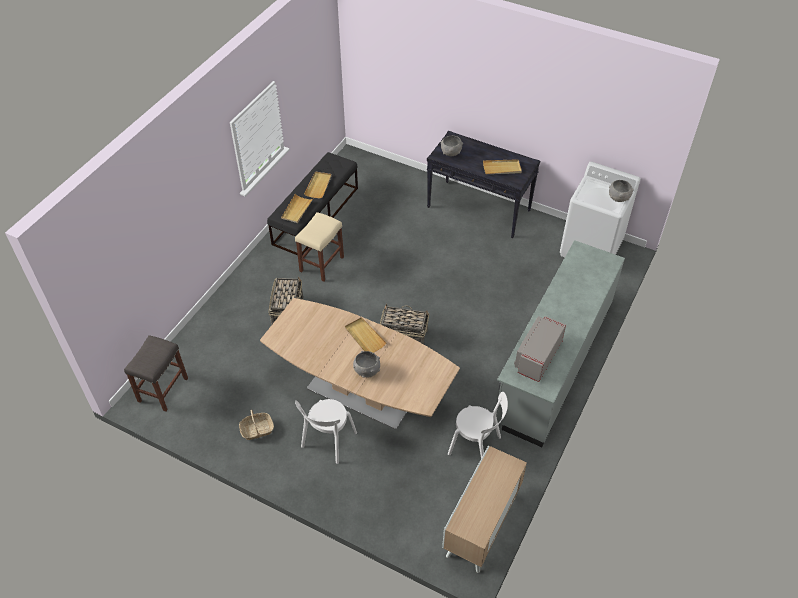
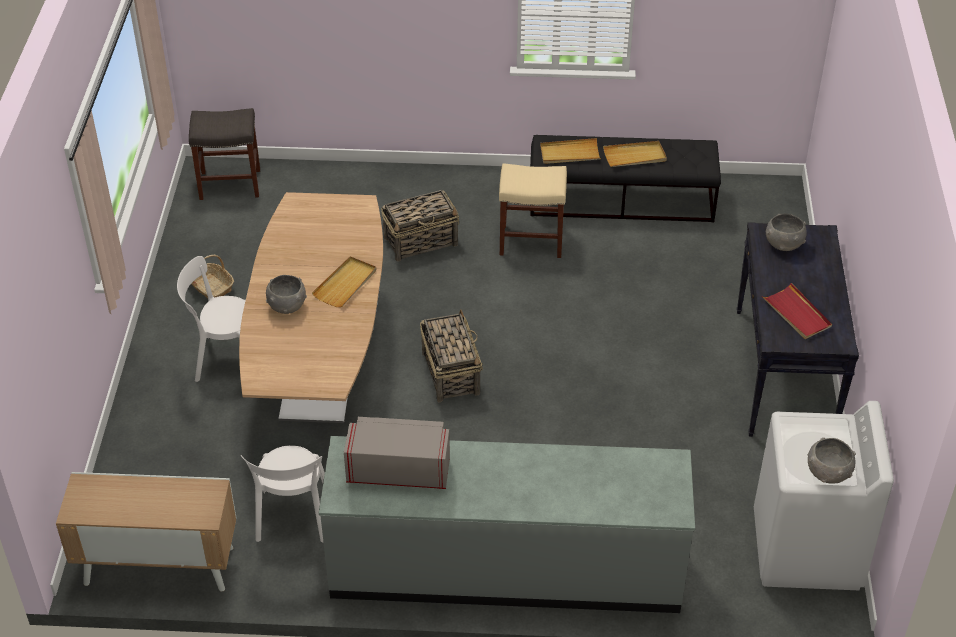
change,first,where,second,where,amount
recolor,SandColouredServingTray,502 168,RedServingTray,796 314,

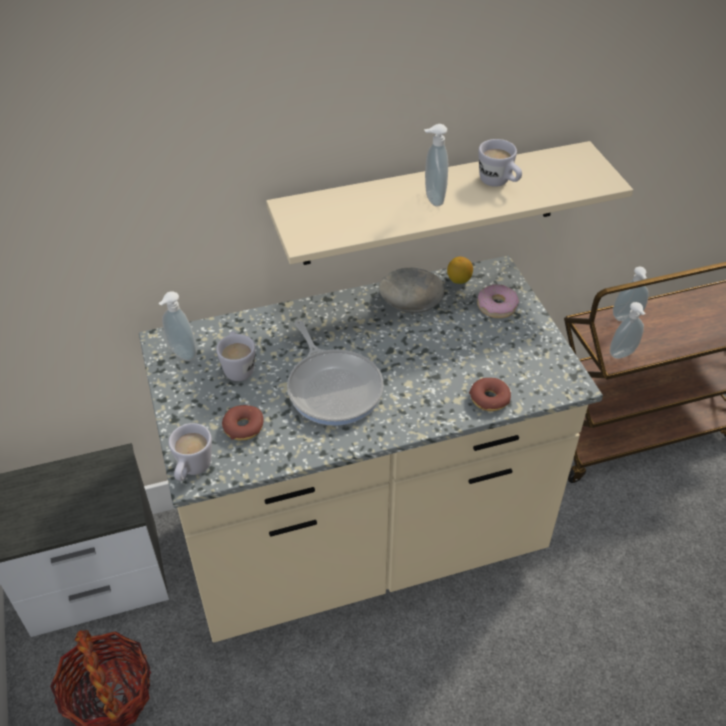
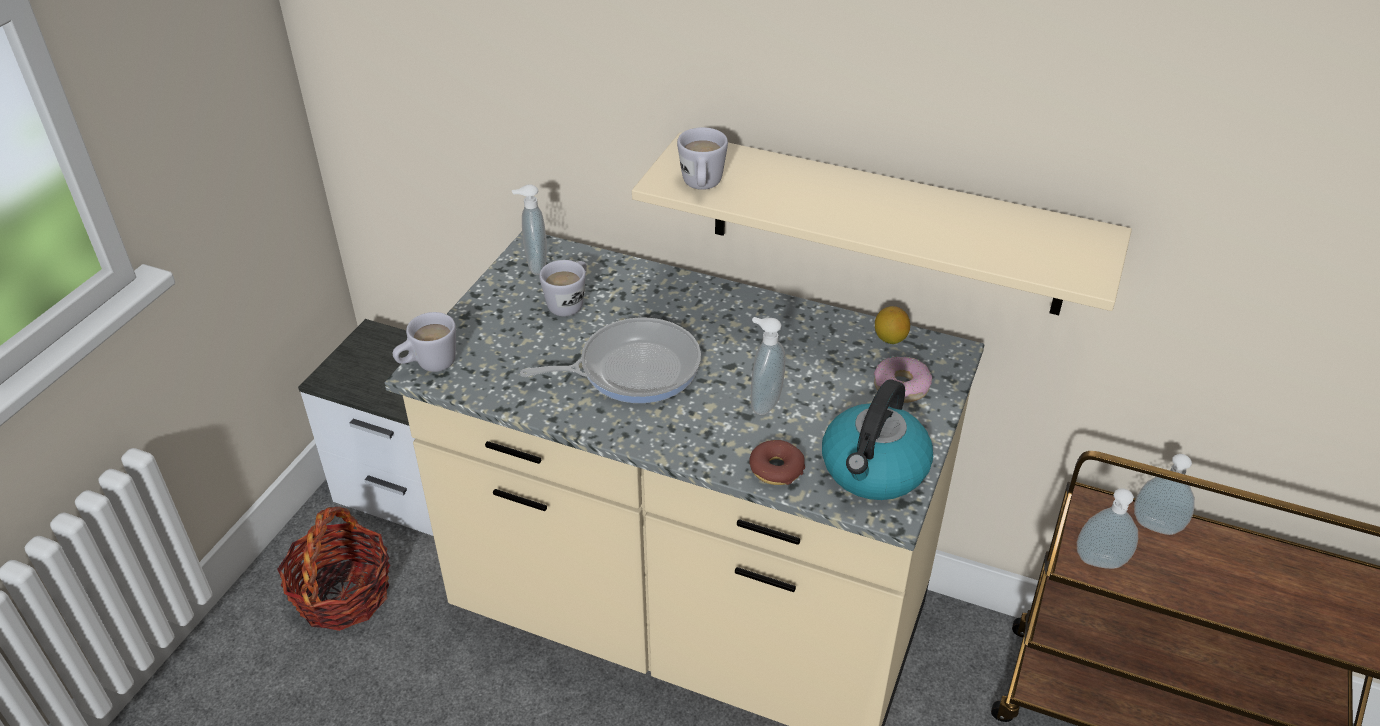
change,first,where,second,where,amount
delete,RingDoughnut,243 427,,,
delete,GreyishServingBowl,411 300,,,
insert,,,WaterKettle,874 470,
move,LiquidSoapBottle,432 199,,763 403,
move,WhiteColouredTeaMug,499 183,,702 187,
rotate,FryingPan,333 387,,632 368,120 degrees counterclockwise

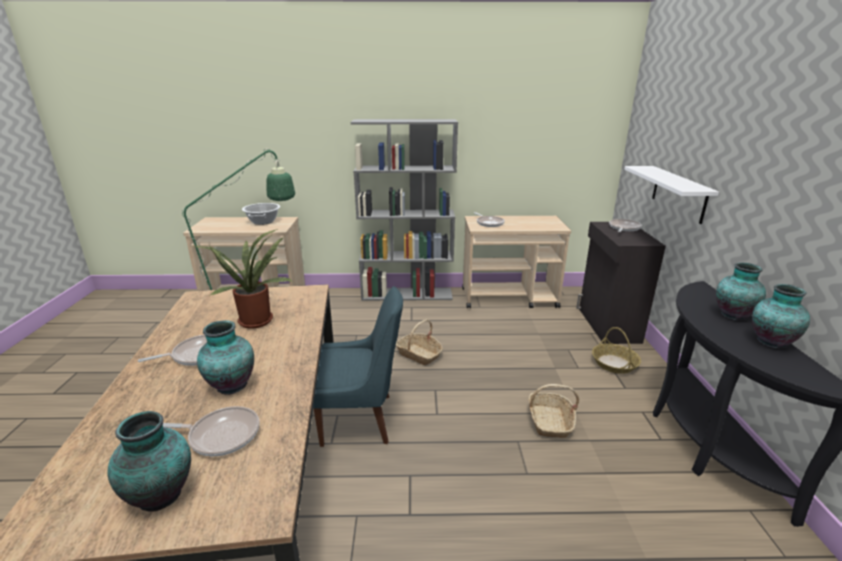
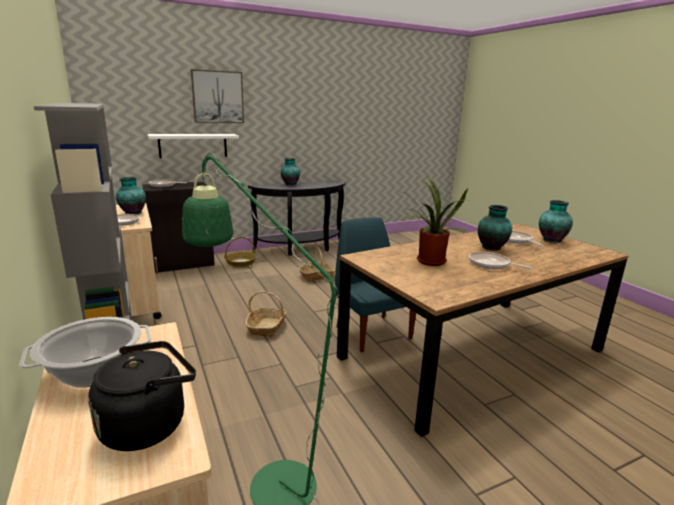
change,first,where,second,where,amount
insert,,,BlackishWaterKettle,148 424,
insert,,,Picture,218 97,
move,DecorativeVase,770 342,,132 213,

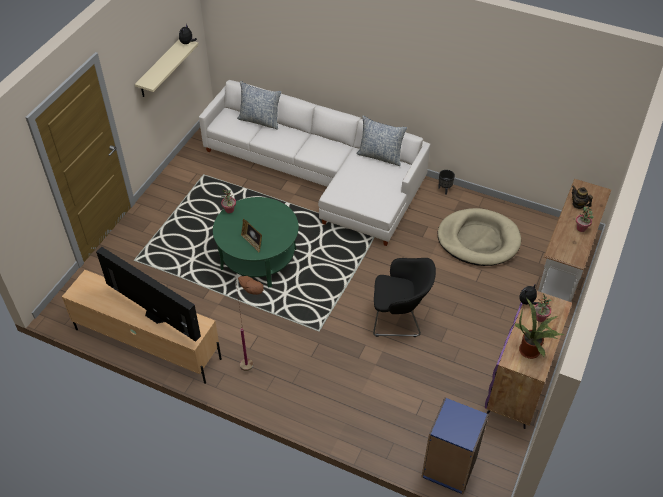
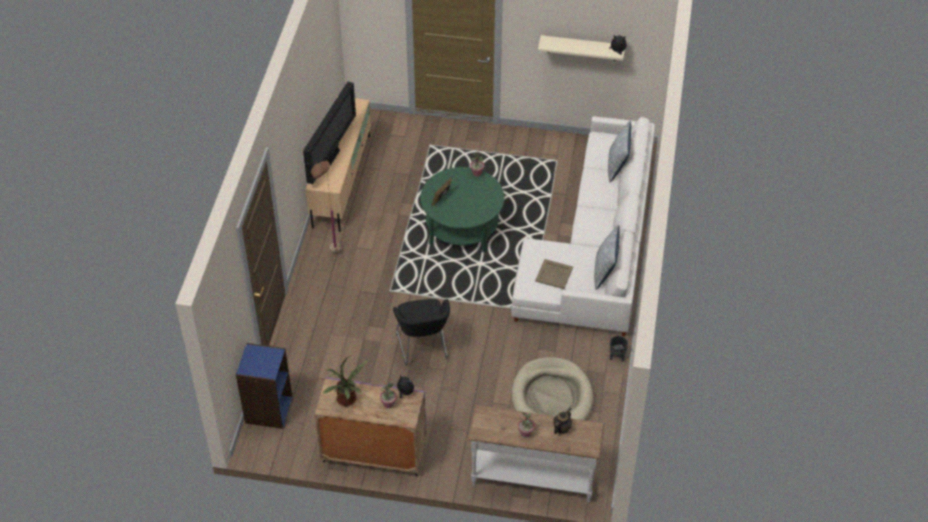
change,first,where,second,where,amount
insert,,,SandColouredServingTray,553 274,

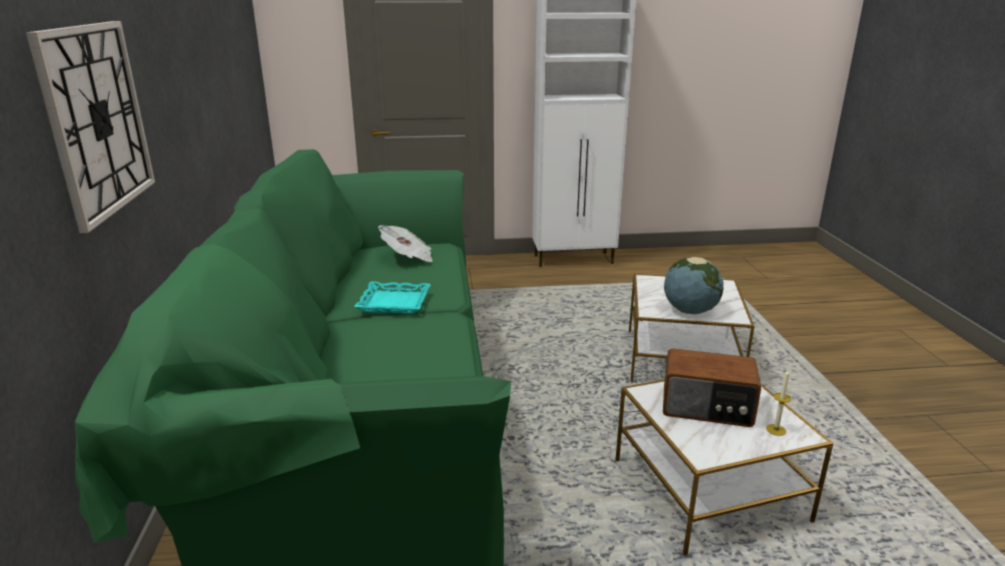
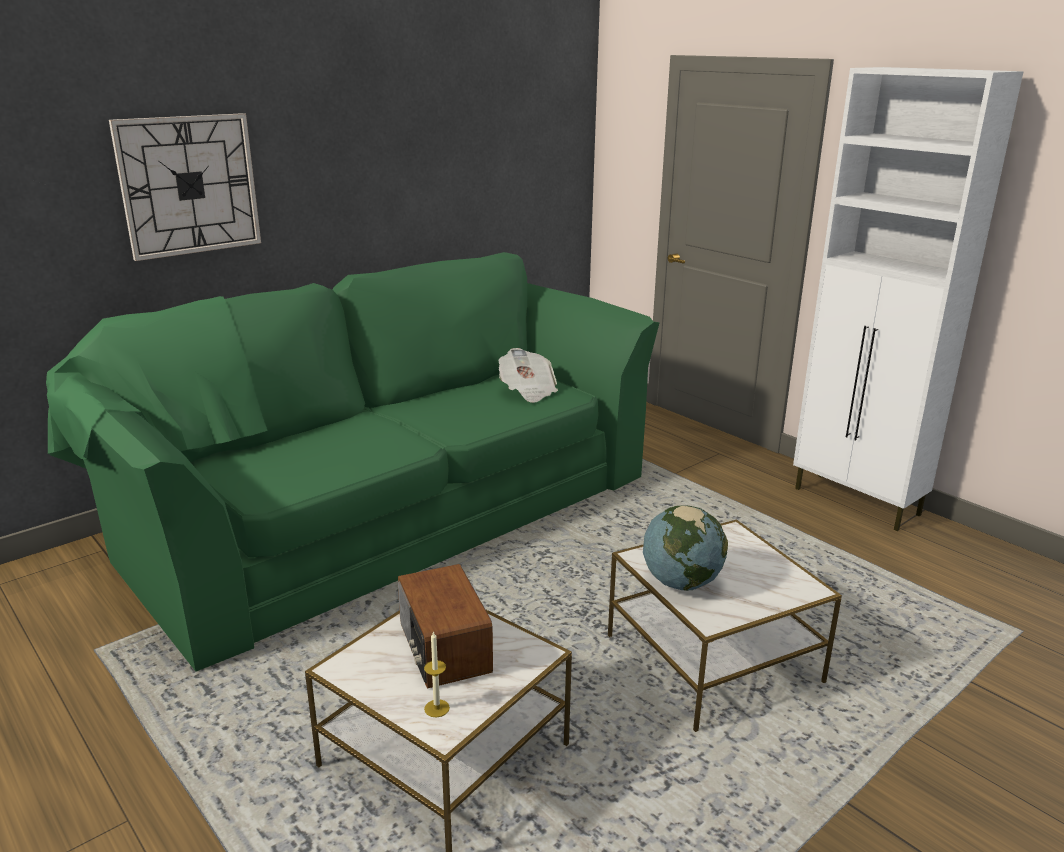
change,first,where,second,where,amount
delete,TurquoiseServingTray,394 303,,,

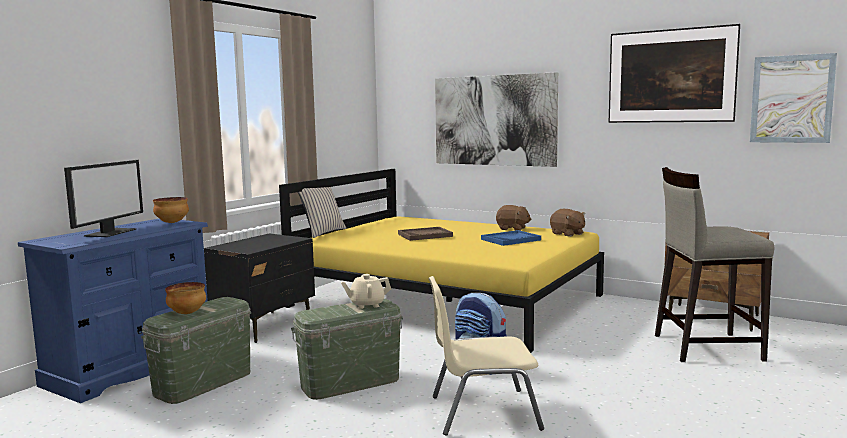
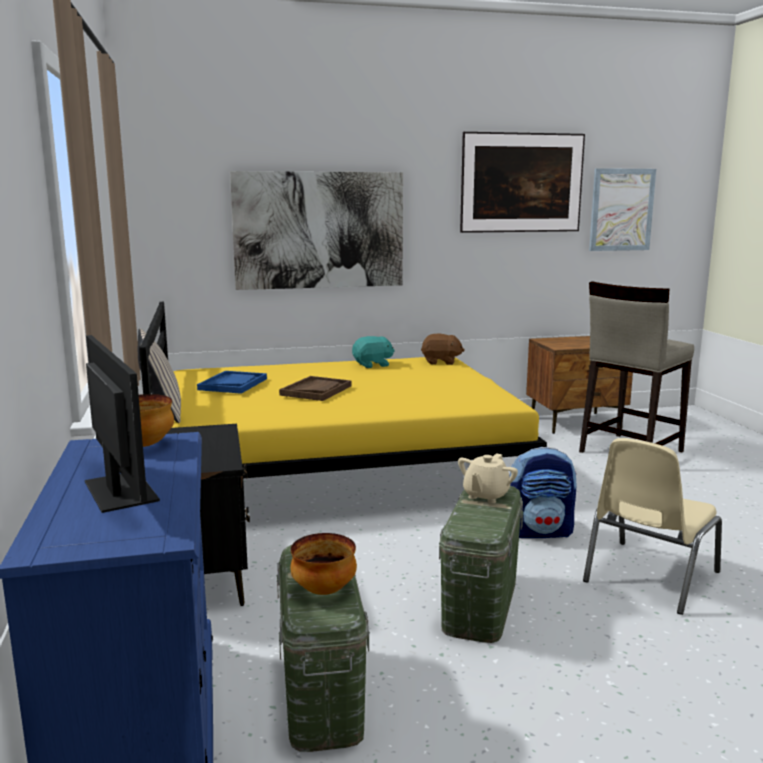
change,first,where,second,where,amount
move,BluishServingTray,510 239,,233 384,
recolor,BrownColouredSoftToy,512 229,TurquoiseSoftToy,373 365,

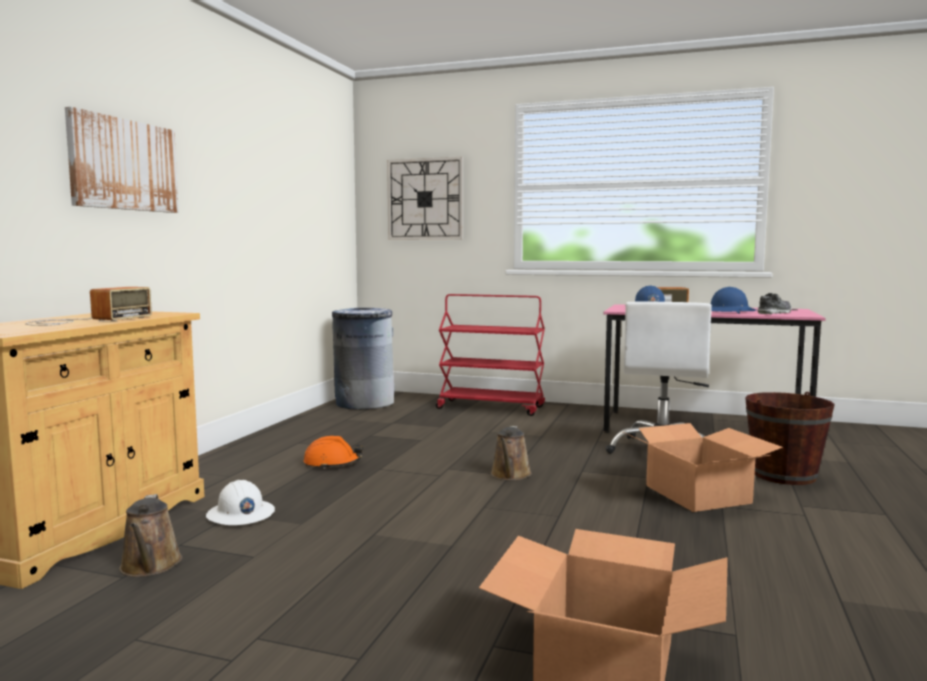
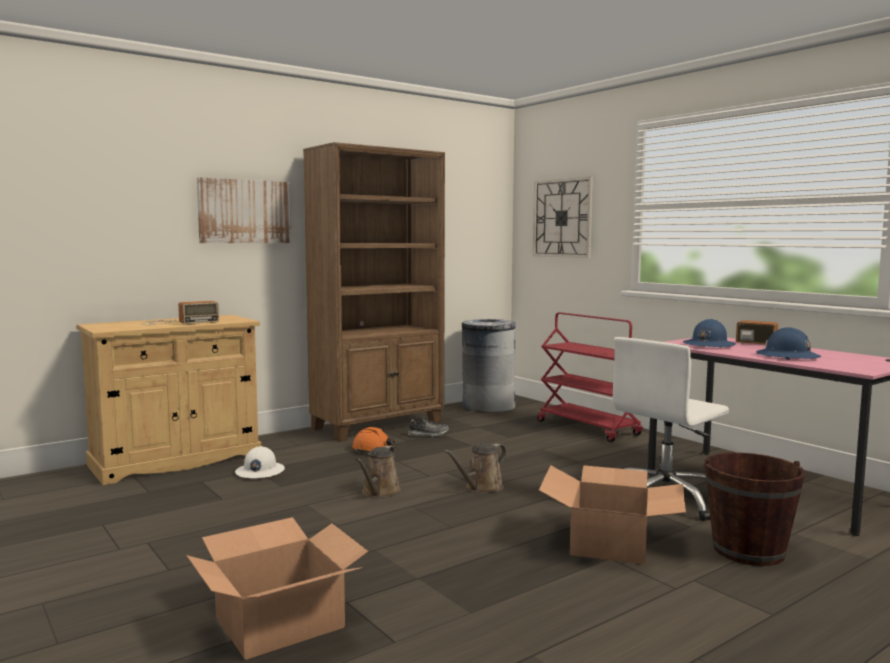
change,first,where,second,where,amount
insert,,,BrownColouredBookcase,378 425,
move,BrownColouredWateringPot,150 566,,379 492,
move,ItemOfFootwear,774 313,,428 434,

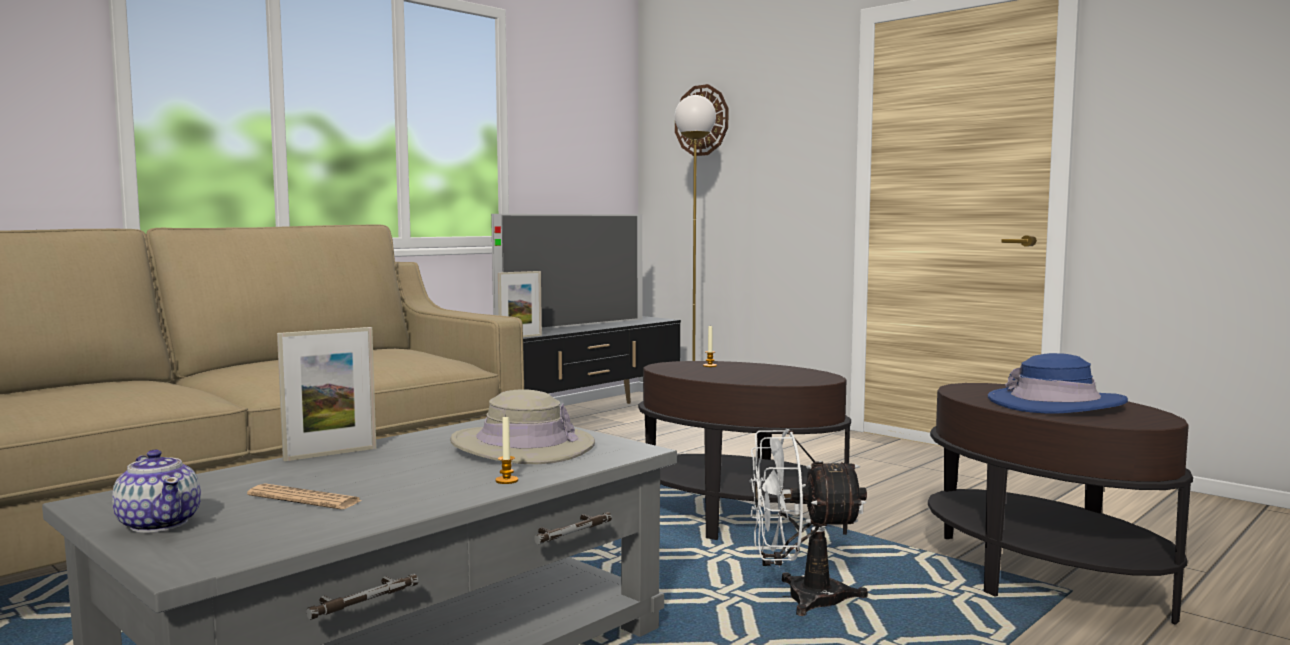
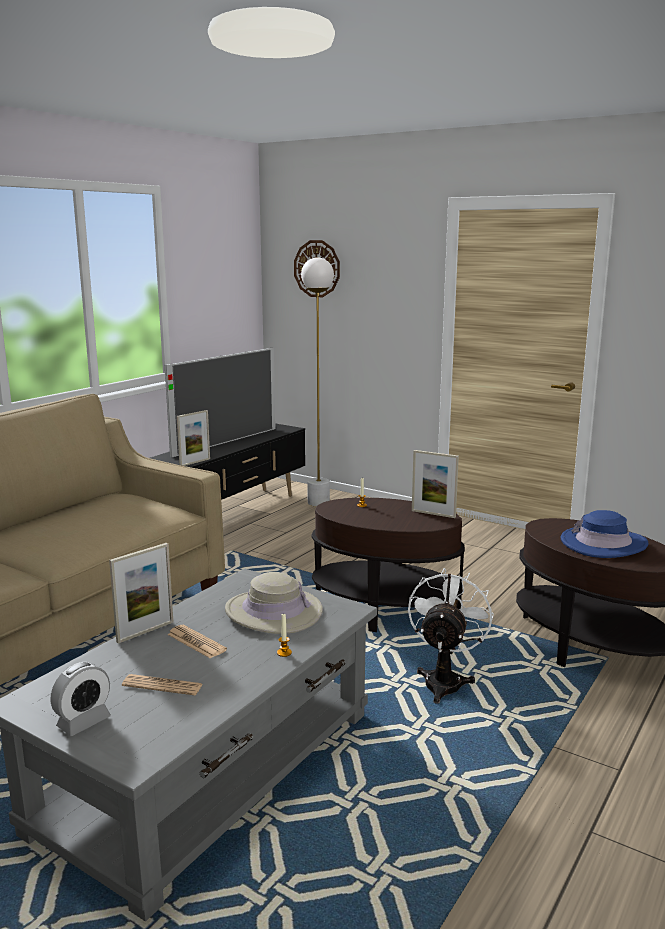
change,first,where,second,where,amount
insert,,,DailyPaper,196 642,
insert,,,PhotoFrame,433 514,
replace,Teapot,159 523,AlarmClock,83 722,
rotate,WhiteColouredFan,799 599,,444 680,120 degrees clockwise

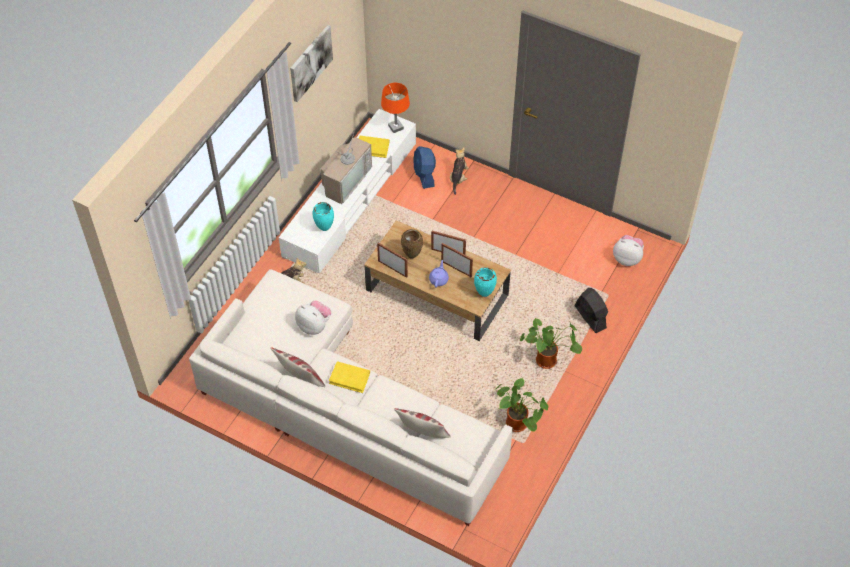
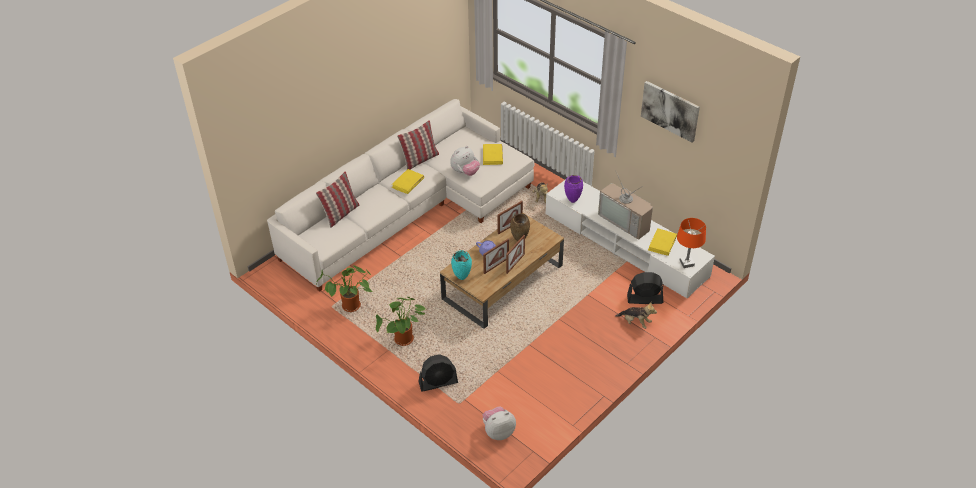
change,first,where,second,where,amount
insert,,,YellowVolume,492 156,
recolor,TurquoiseDecorativeVase,324 229,PurpleDecorativeVase,572 201,
recolor,BluishFan,424 175,BlackishFan,644 299,
rotate,SoftToy,627 258,,498 431,150 degrees counterclockwise

